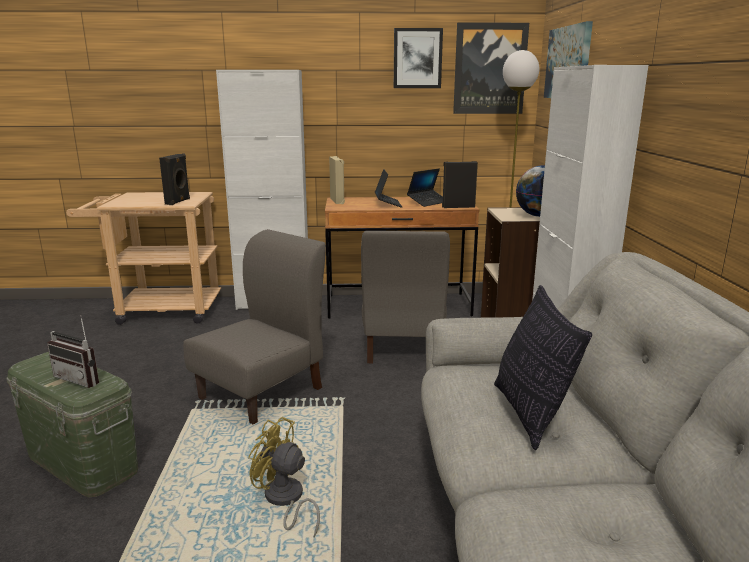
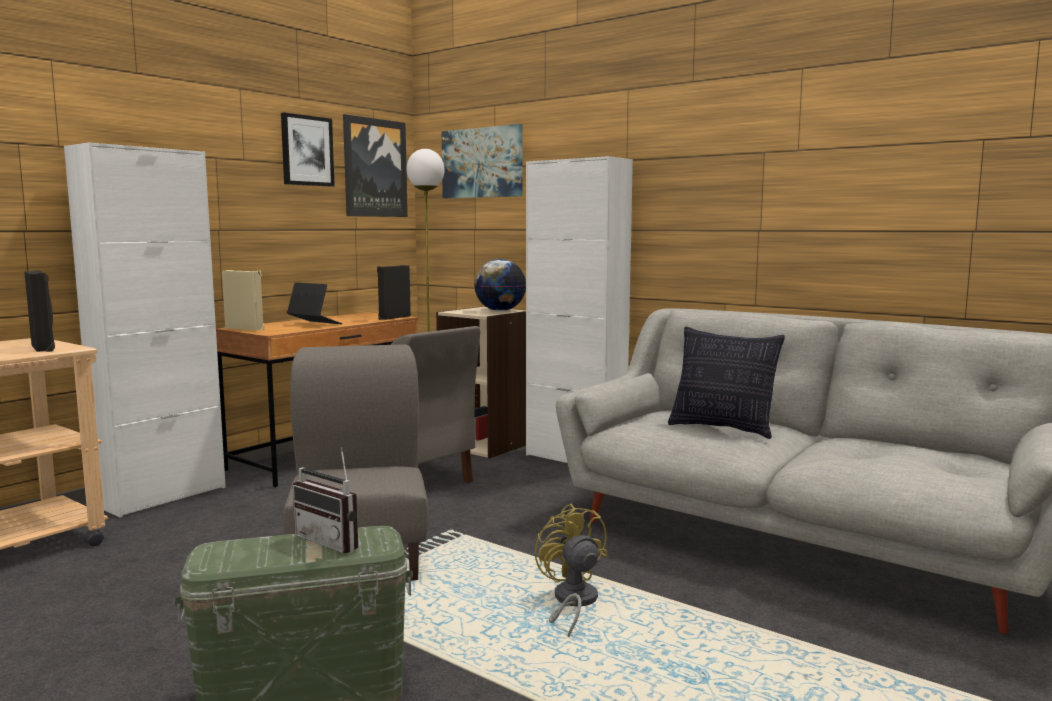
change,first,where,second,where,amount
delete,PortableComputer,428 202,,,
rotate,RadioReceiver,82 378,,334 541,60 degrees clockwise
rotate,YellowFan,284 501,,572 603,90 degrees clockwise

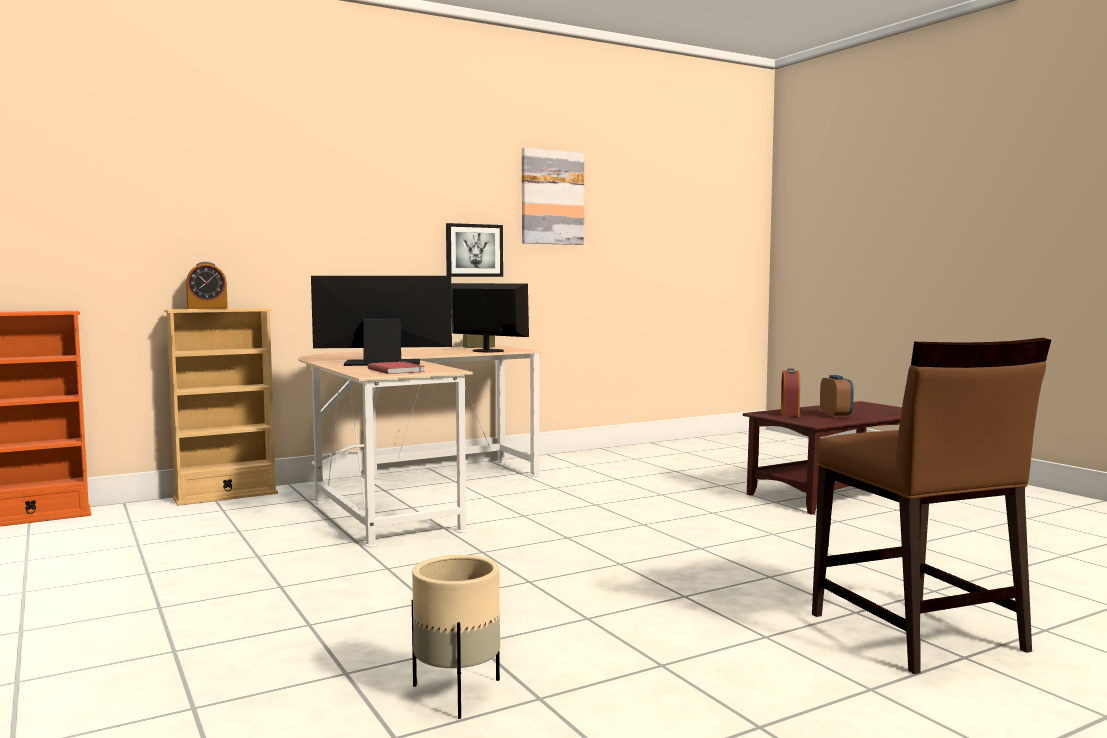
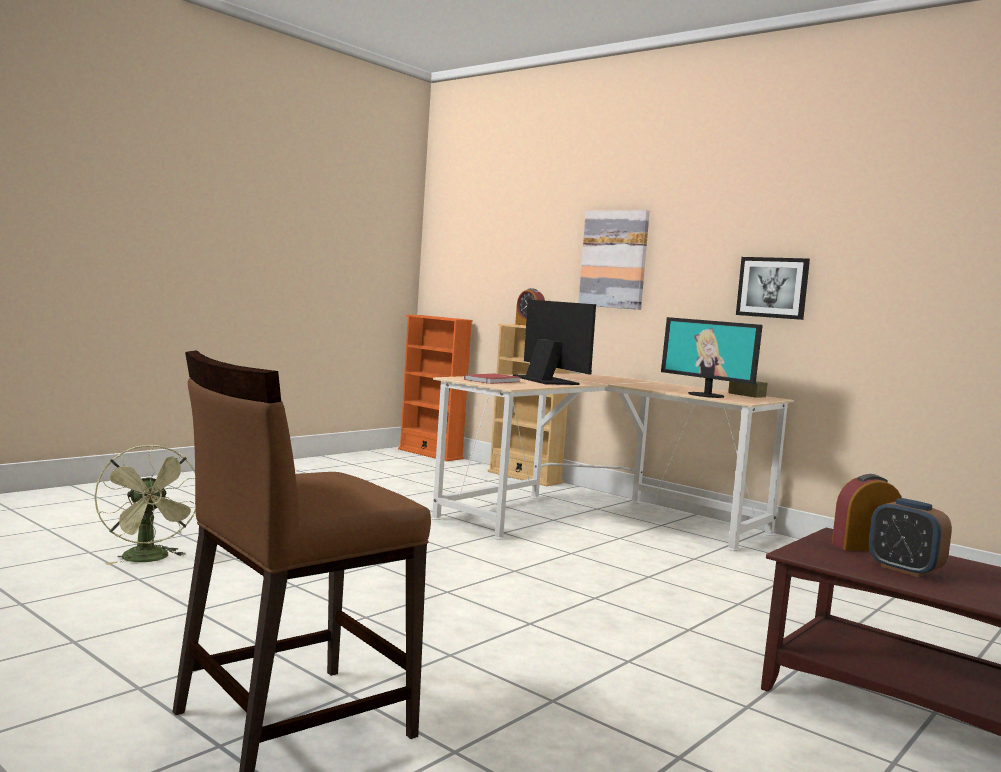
change,first,where,second,where,amount
move,Picture,552 197,,614 259,
replace,SandColouredFlowerPot,457 693,GreenishFan,149 559,
rotate,ComputerScreen,487 351,,706 395,120 degrees clockwise
rotate,AlarmClock,835 415,,904 570,75 degrees clockwise

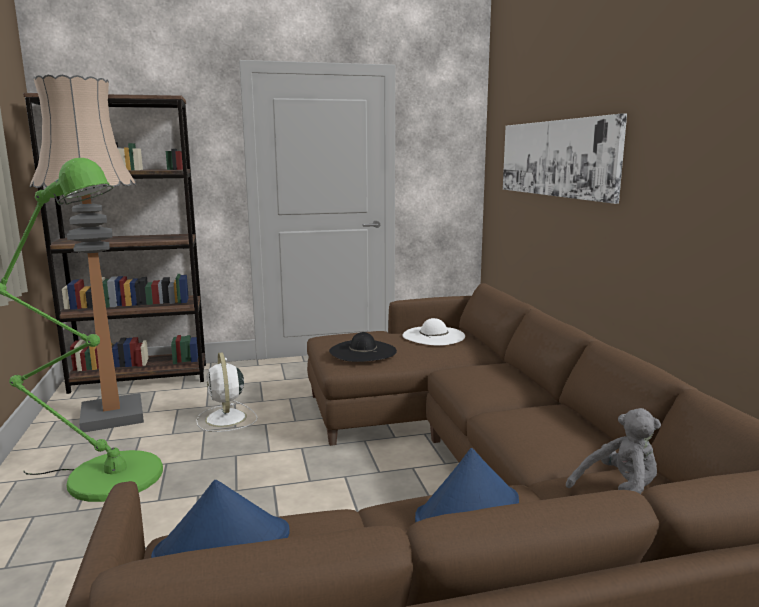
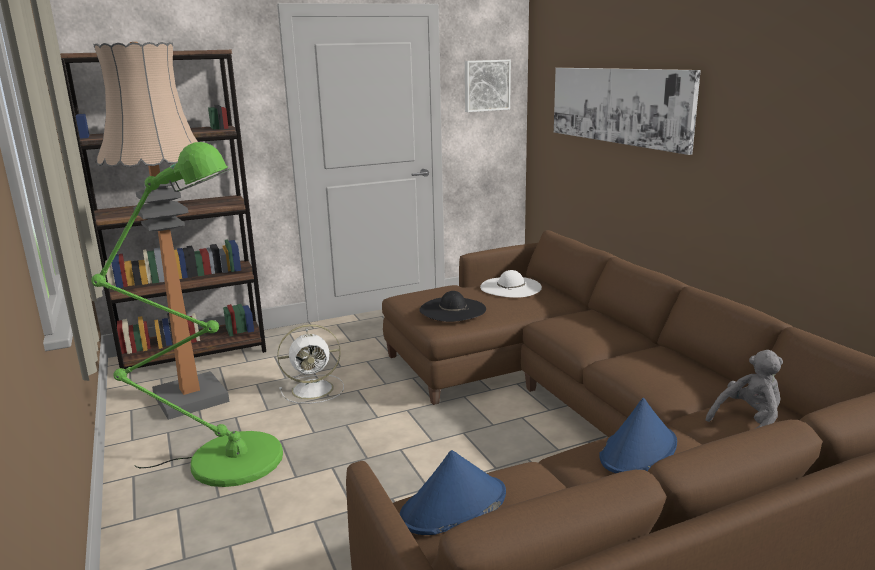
change,first,where,second,where,amount
insert,,,Picture,486 85,
rotate,WhiteColouredFan,226 419,,314 389,75 degrees counterclockwise

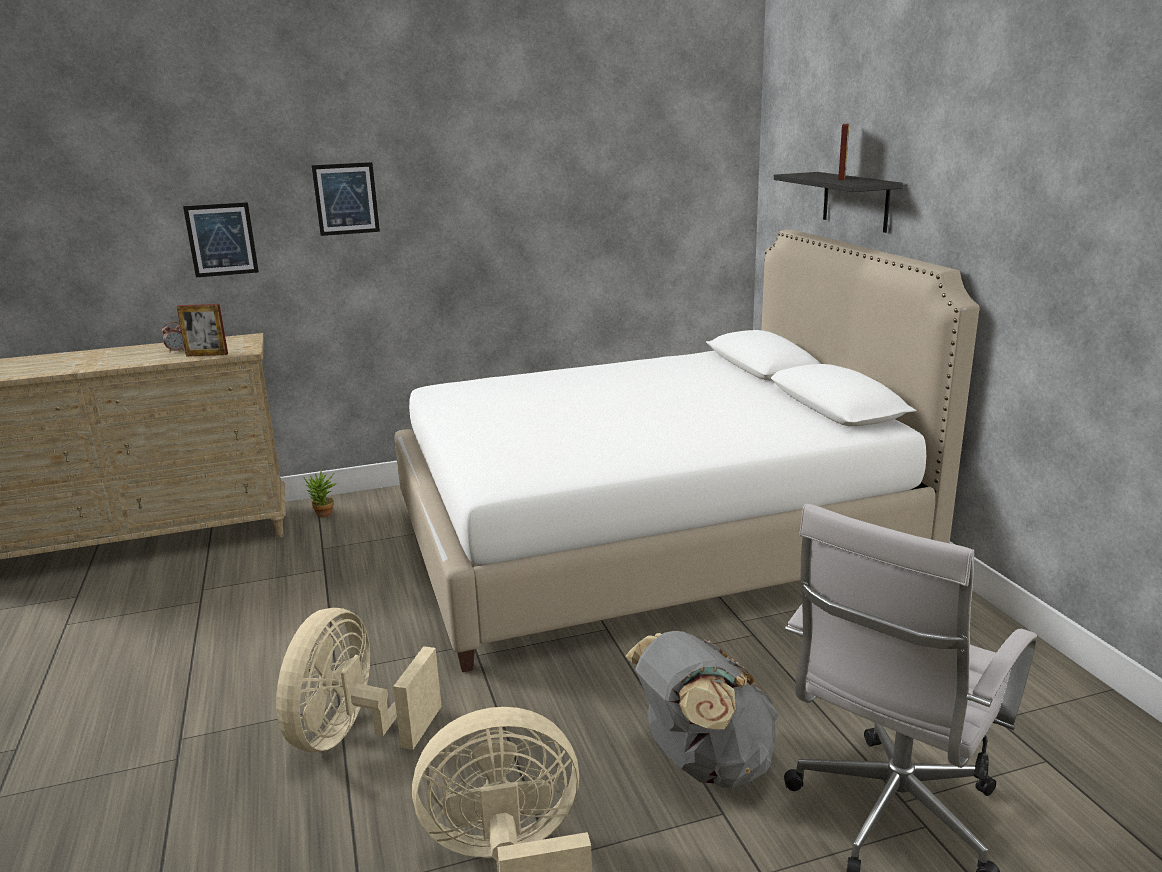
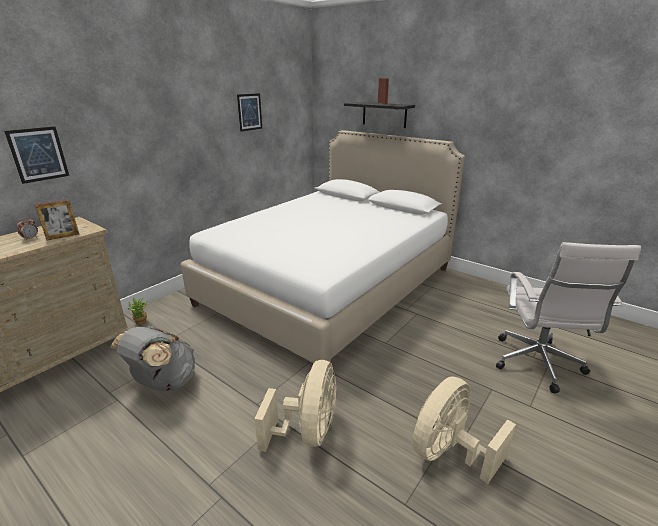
change,first,where,second,where,amount
move,Picture,346 199,,249 112,
move,GreyishRucksack,703 762,,163 383,
rotate,SandColouredFan,354 735,,308 432,150 degrees counterclockwise

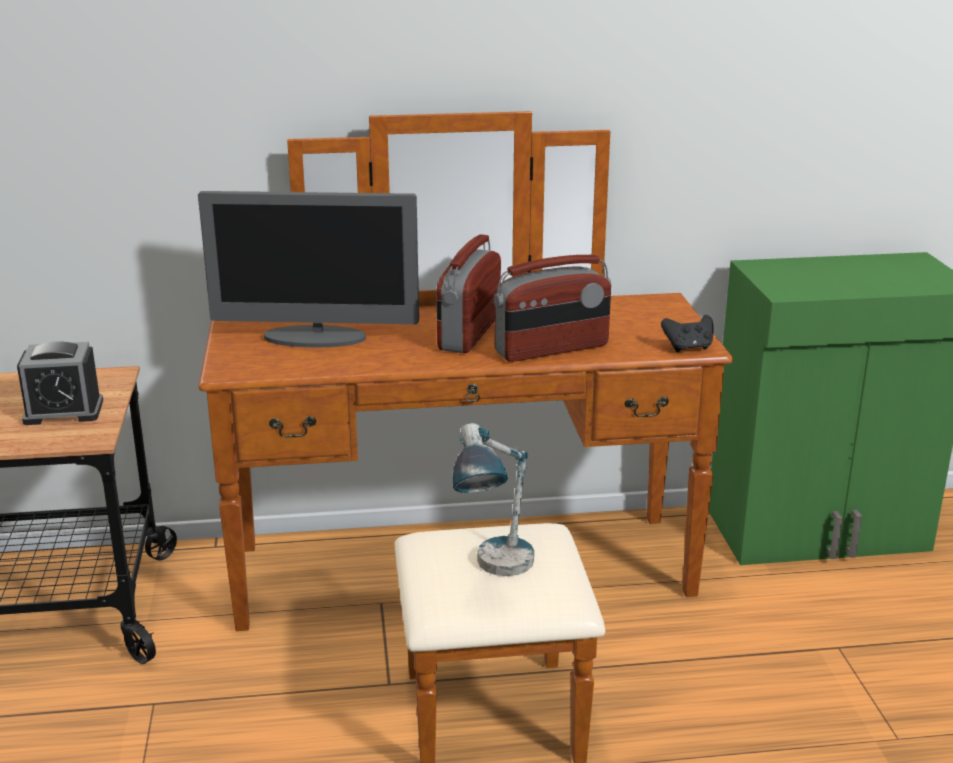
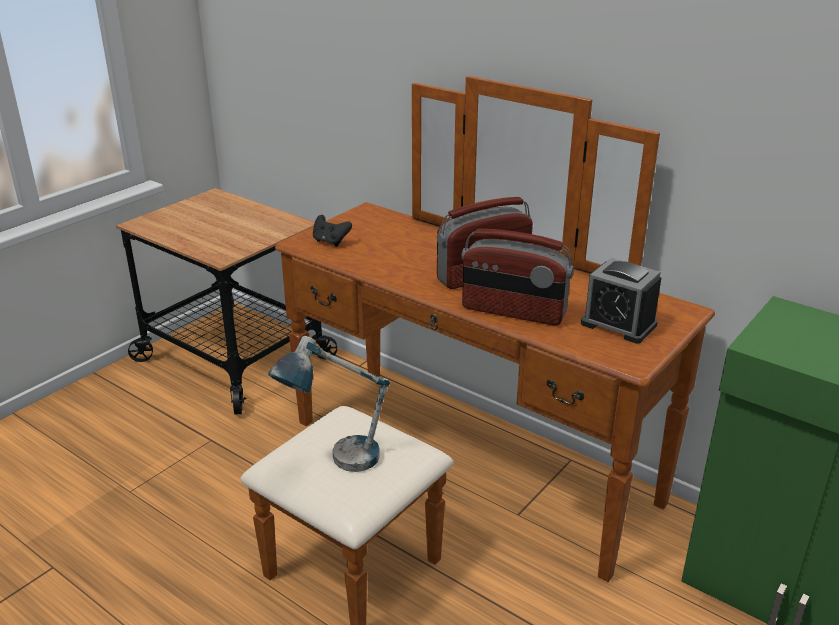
change,first,where,second,where,amount
delete,ComputerScreen,316 338,,,
move,AlarmClock,63 411,,618 324,
move,BlackishGameController,688 348,,330 242,

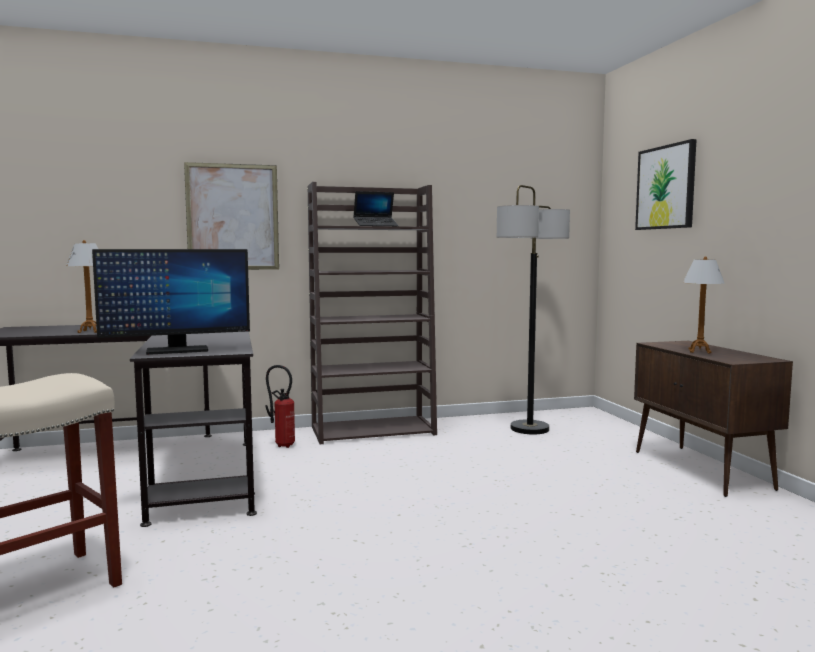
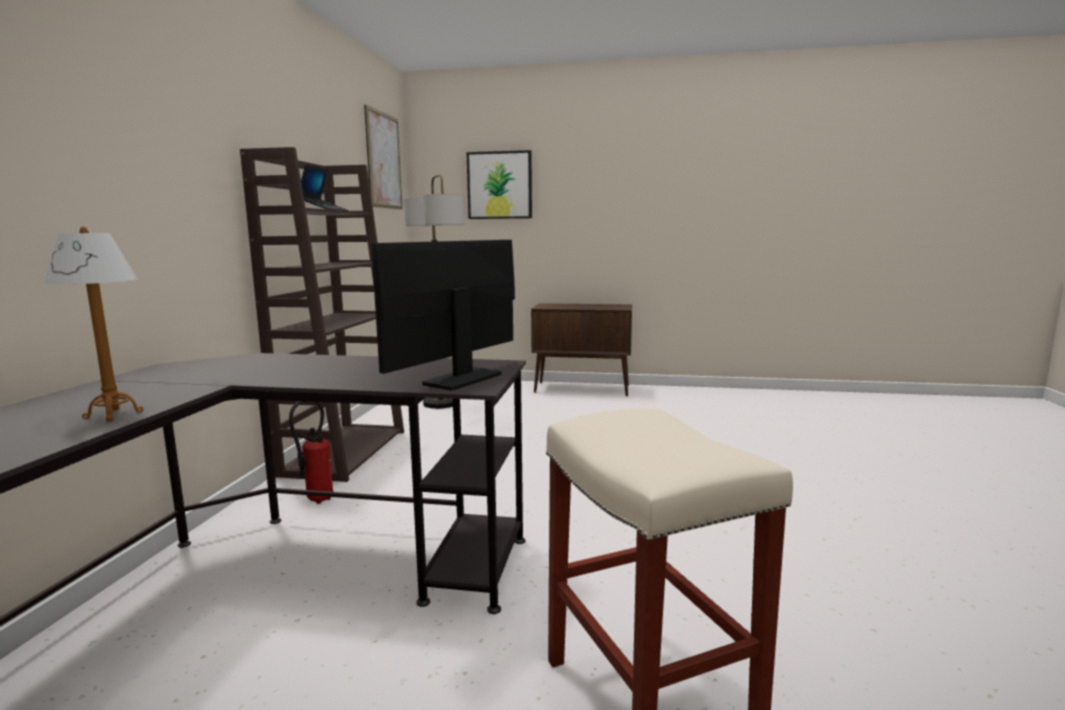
change,first,where,second,where,amount
delete,TableLamp,699 351,,,
move,Picture,232 217,,384 161,
rotate,ComputerScreen,177 350,,463 379,150 degrees counterclockwise

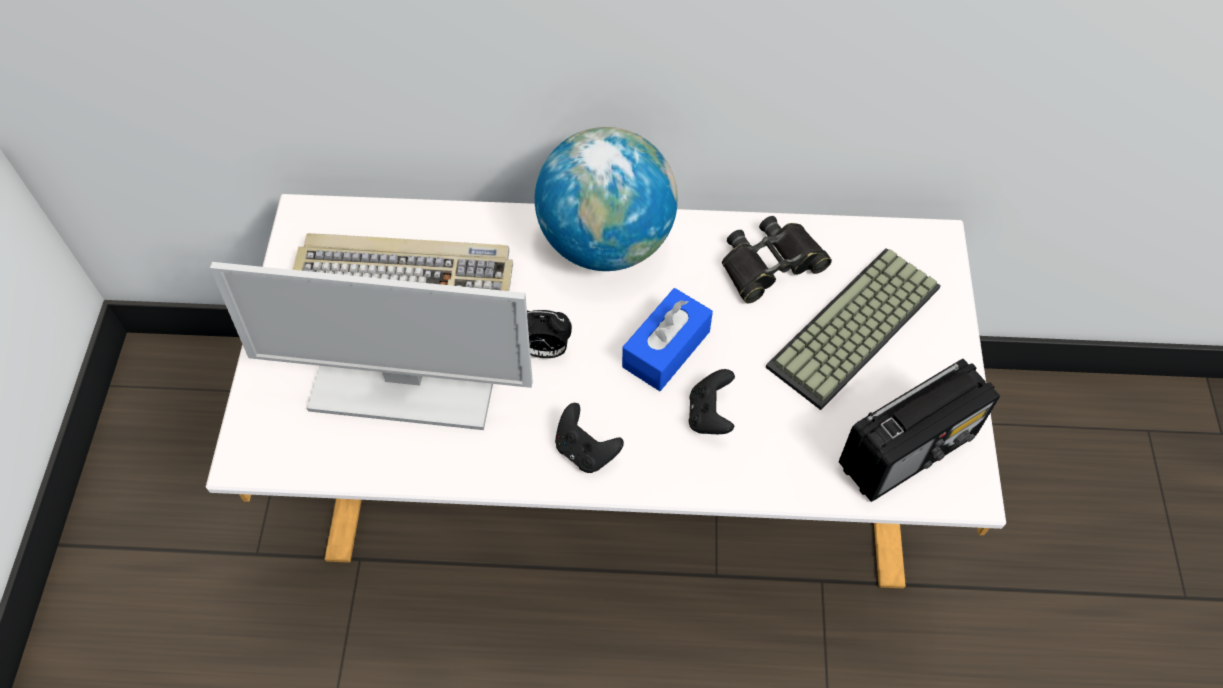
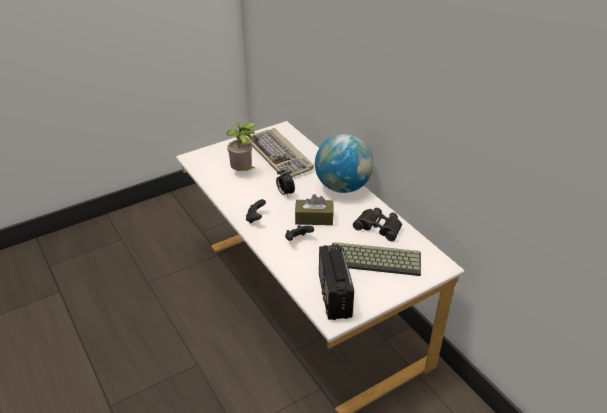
change,first,where,second,where,amount
replace,ComputerScreen,402 384,PottedPlant,243 172,
recolor,BluishBoxOfTissues,666 349,BrownColouredBoxOfTissues,314 218,
rotate,RadioReceiver,908 450,,334 296,60 degrees clockwise

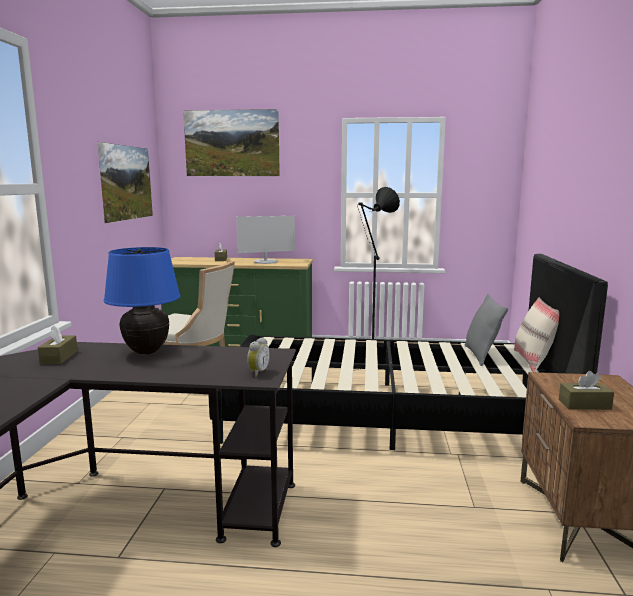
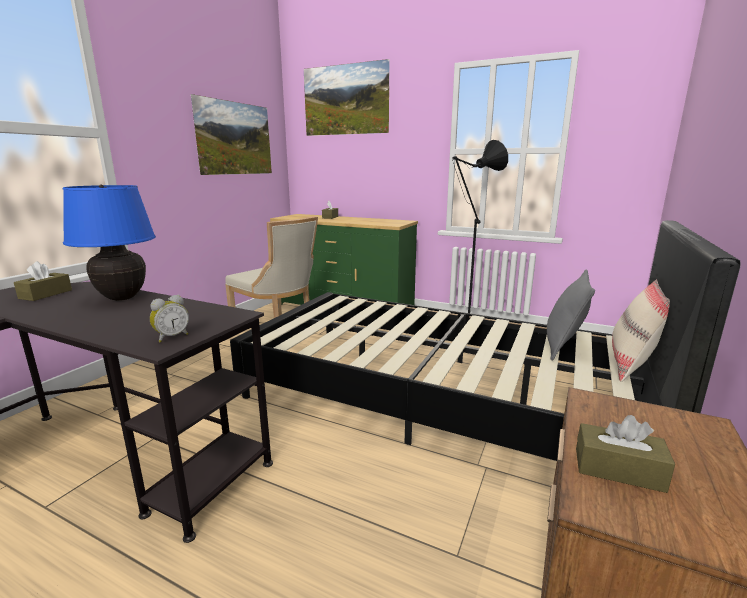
change,first,where,second,where,amount
delete,ComputerScreen,266 262,,,

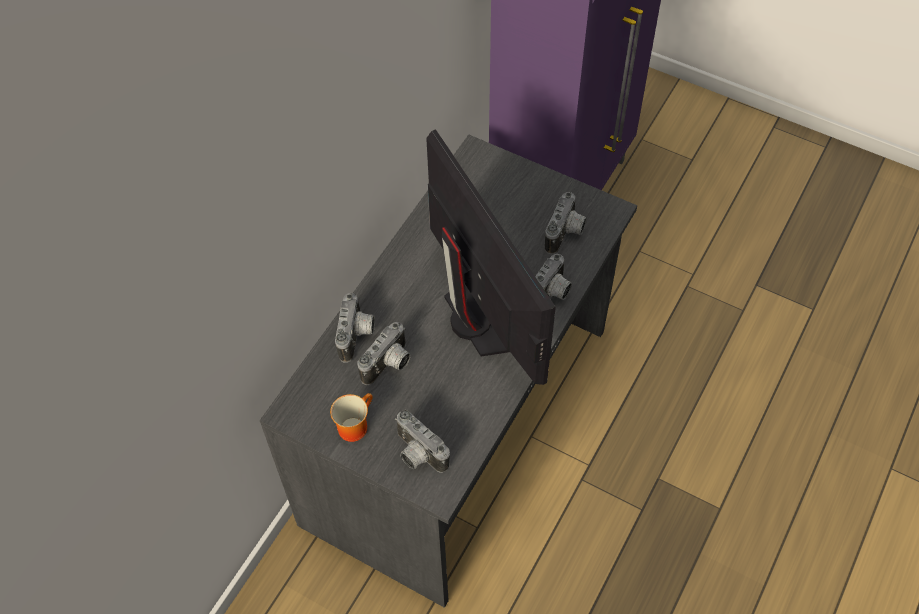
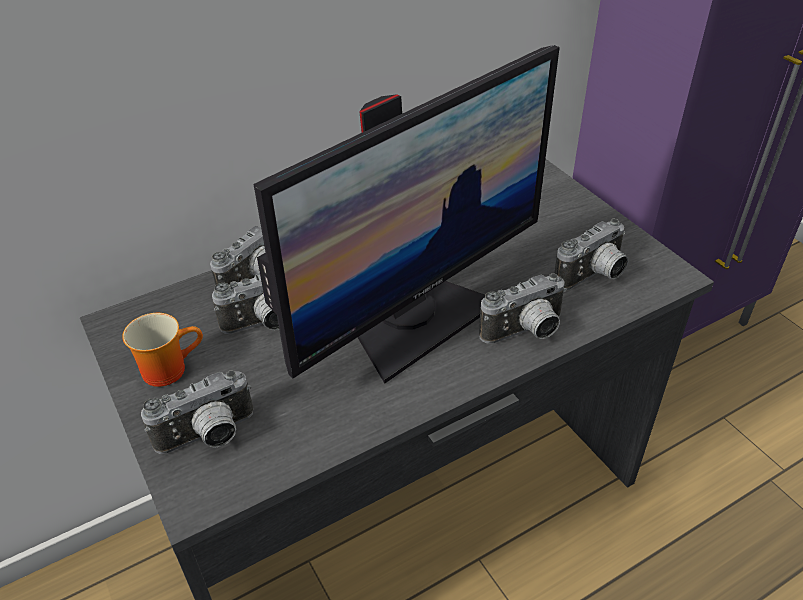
change,first,where,second,where,amount
rotate,StillCamera,417 454,,209 437,105 degrees counterclockwise
rotate,ComputerScreen,480 318,,416 320,45 degrees clockwise

